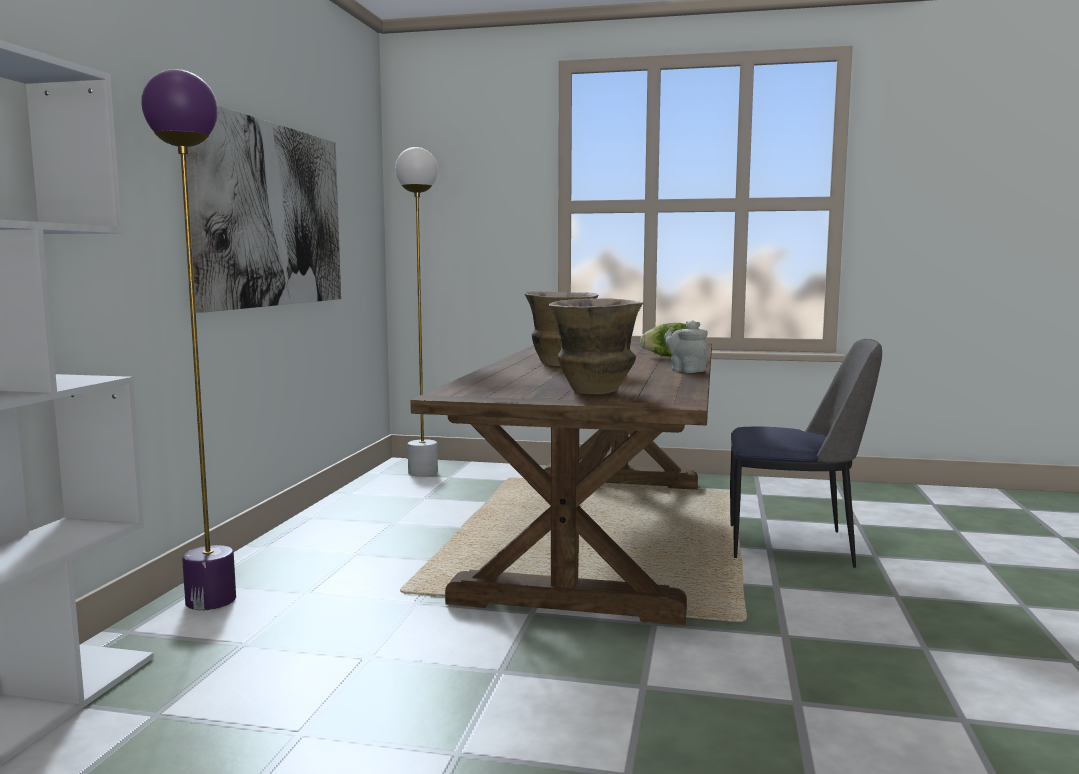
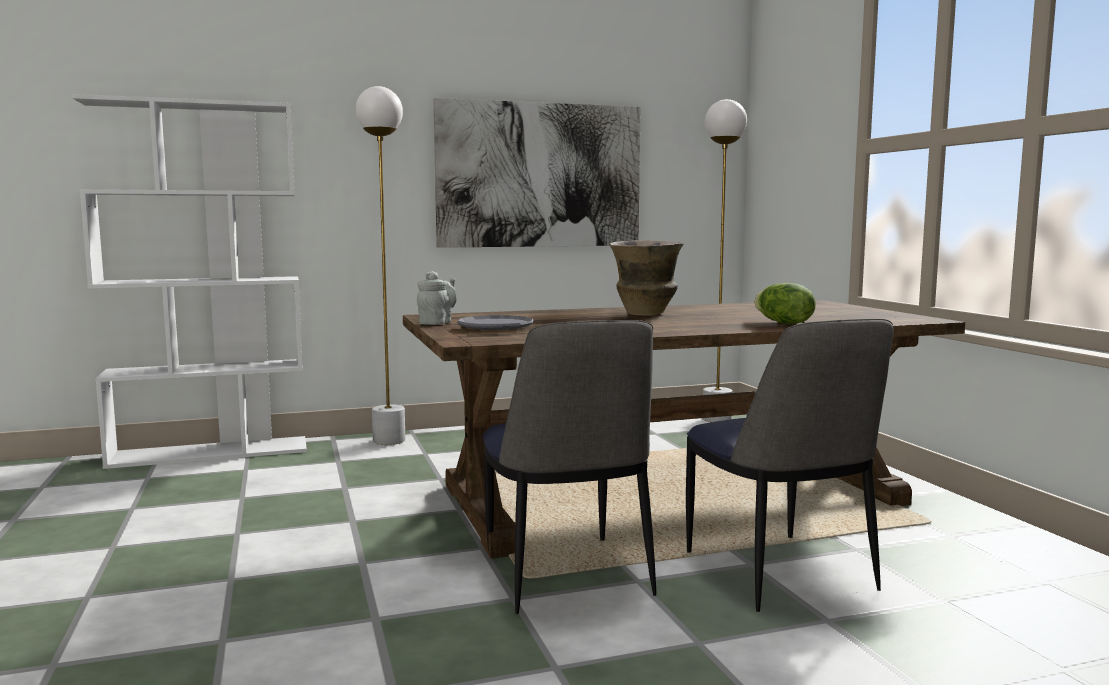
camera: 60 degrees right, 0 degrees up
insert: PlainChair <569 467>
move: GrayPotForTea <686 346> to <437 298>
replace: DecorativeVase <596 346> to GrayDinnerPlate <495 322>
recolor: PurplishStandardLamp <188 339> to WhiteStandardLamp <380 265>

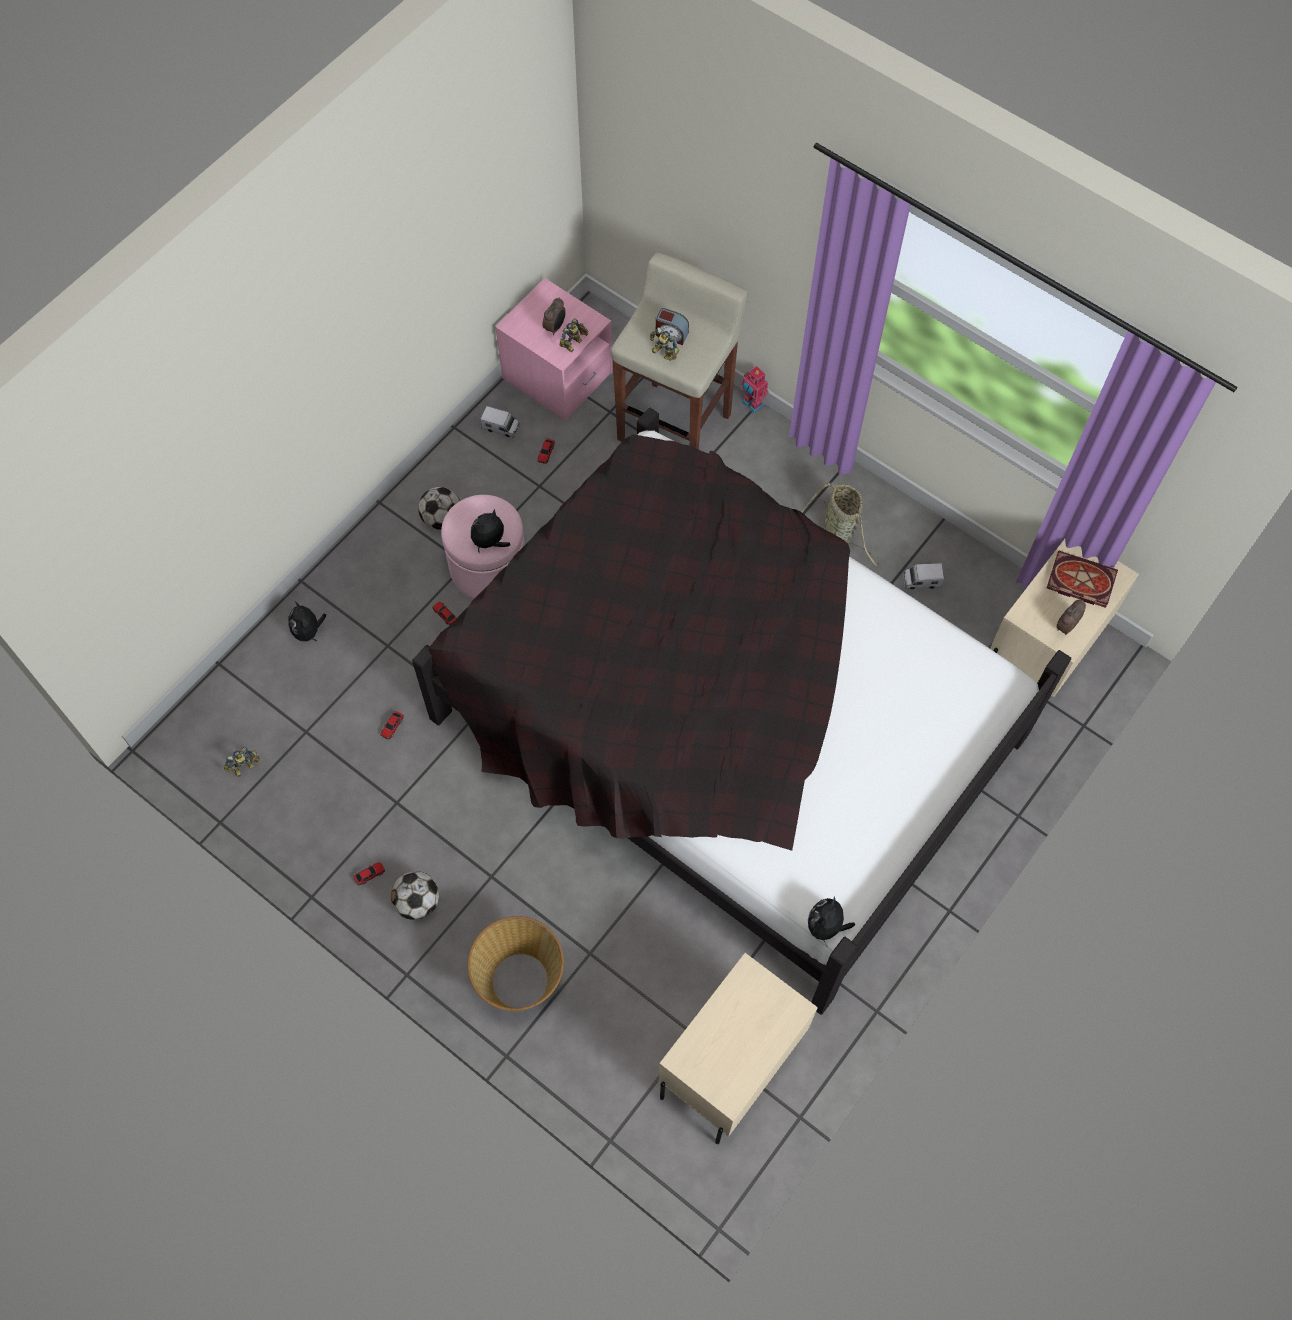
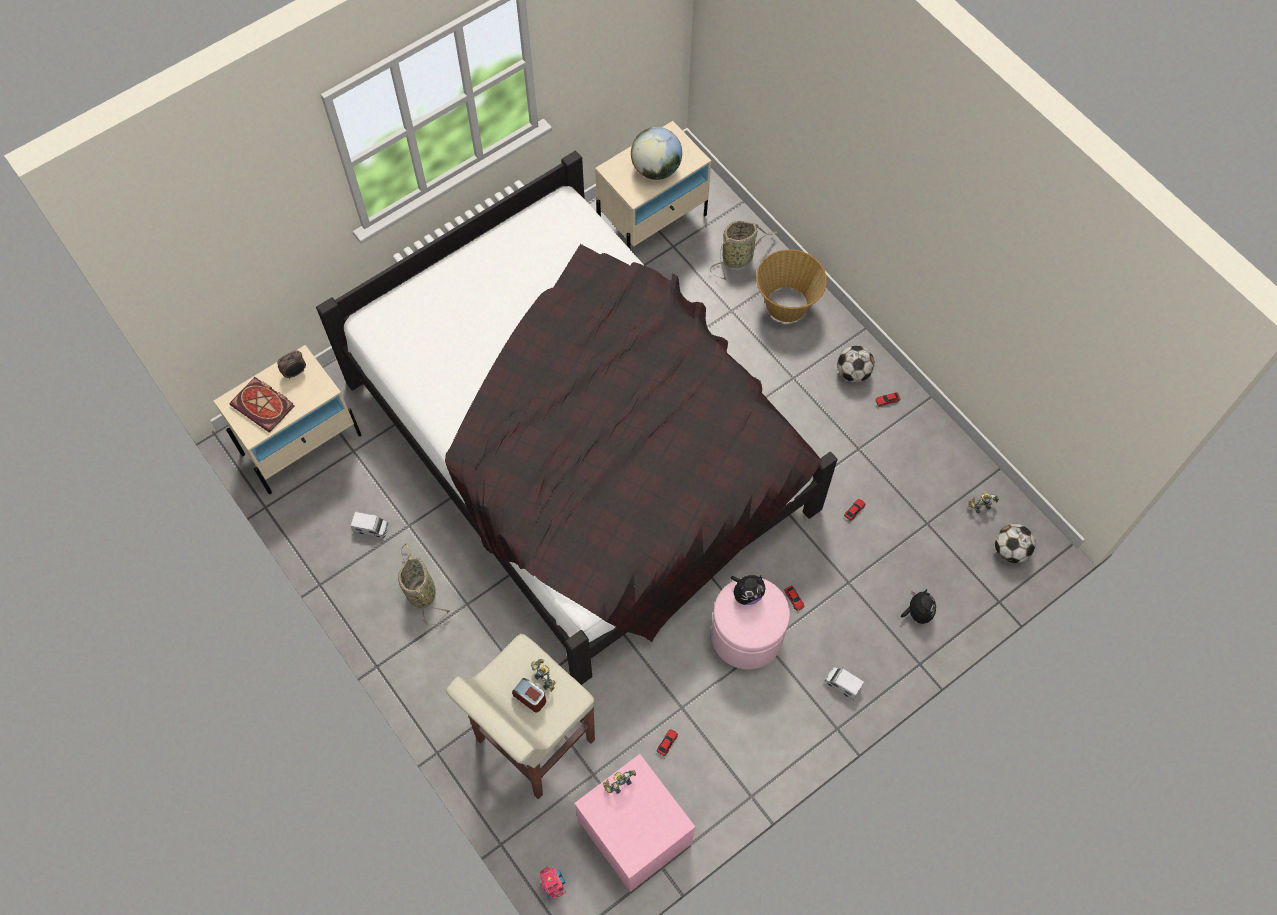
camera: 165 degrees left, 0 degrees up
delete: BedsideClock <554 316>; PlushToy <831 921>
insert: WorldGlobe <656 153>; StorageBasket <743 250>
move: ToyRobot <754 389> to <552 883>; ToyLorry <500 422> to <844 683>; FootballBall <439 508> to <1015 543>

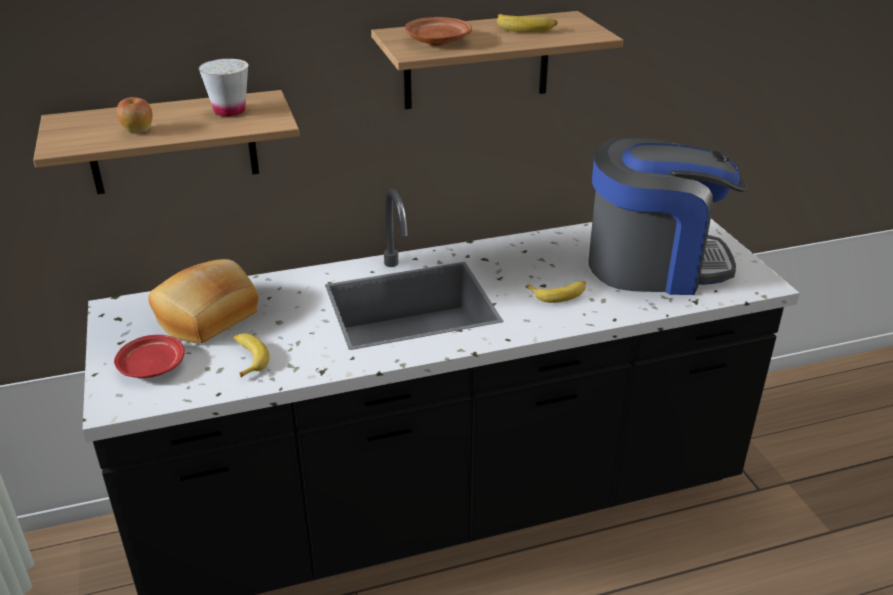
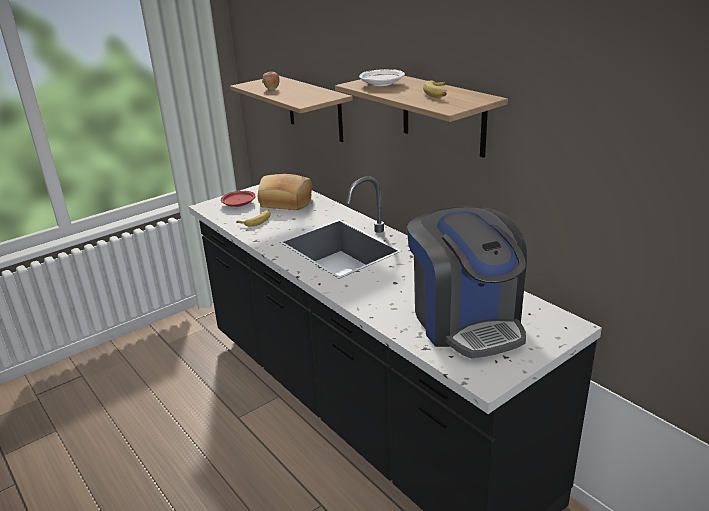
camera: 70 degrees right, 5 degrees down
delete: WhiteSmallCup <223 87>; Banana <555 292>
recolor: BrownColouredDinnerPlate <438 31> to WhiteDinnerPlate <382 77>

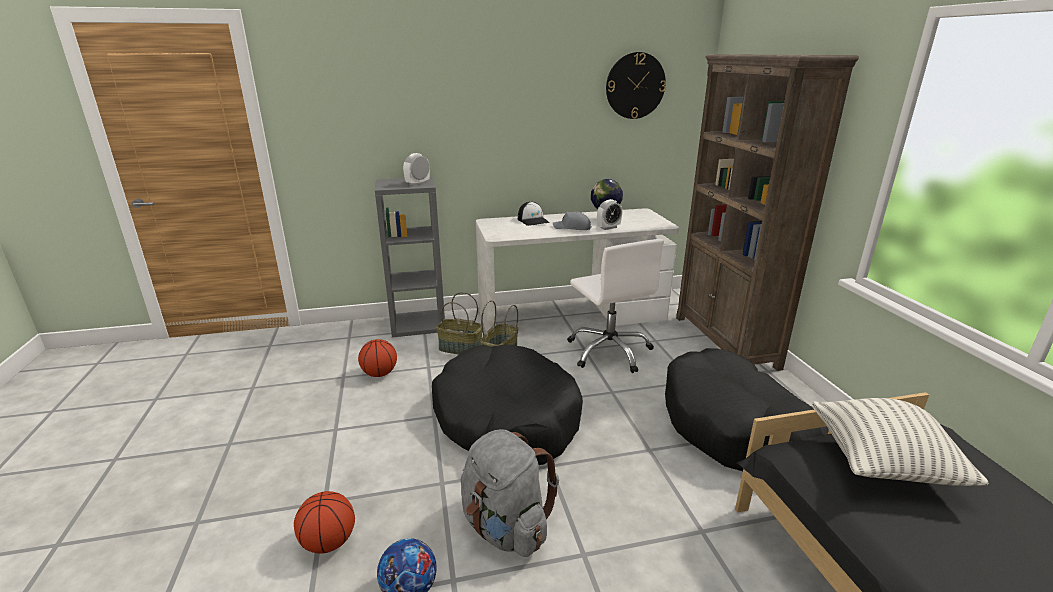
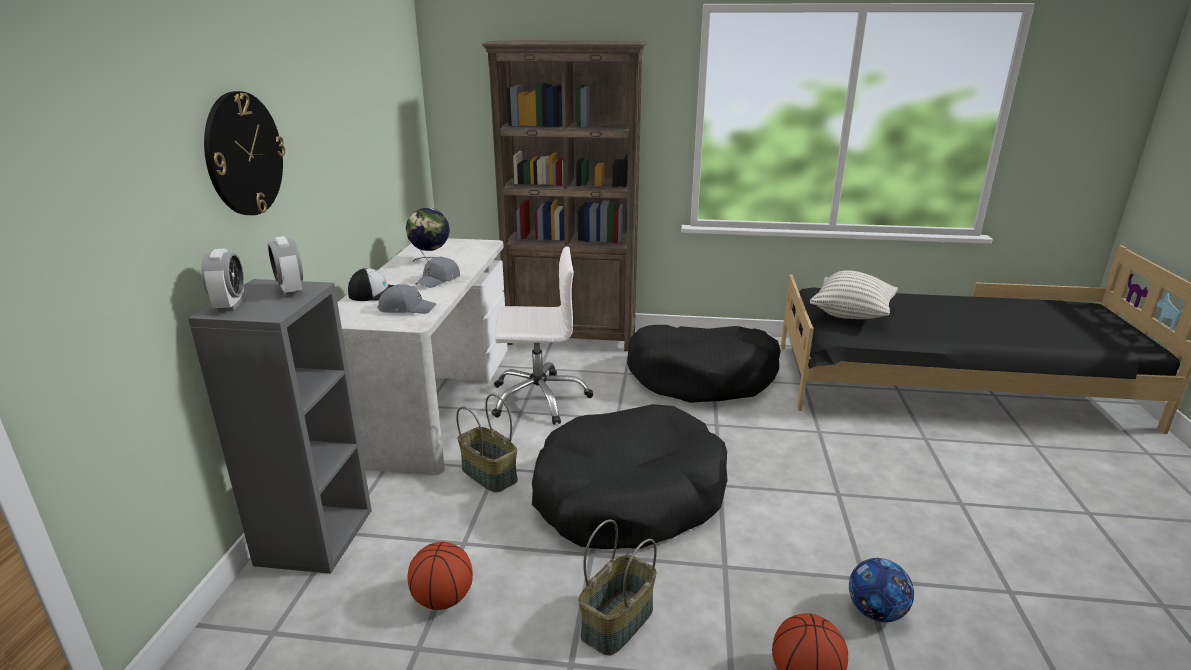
camera: 70 degrees left, 0 degrees up
delete: GrayKnapsack <510 493>
insert: GrayBaseballCap <407 299>
move: BedsideClock <609 214> to <222 280>; WallClock <636 85> to <244 153>; StorageBasket <459 323> to <617 588>

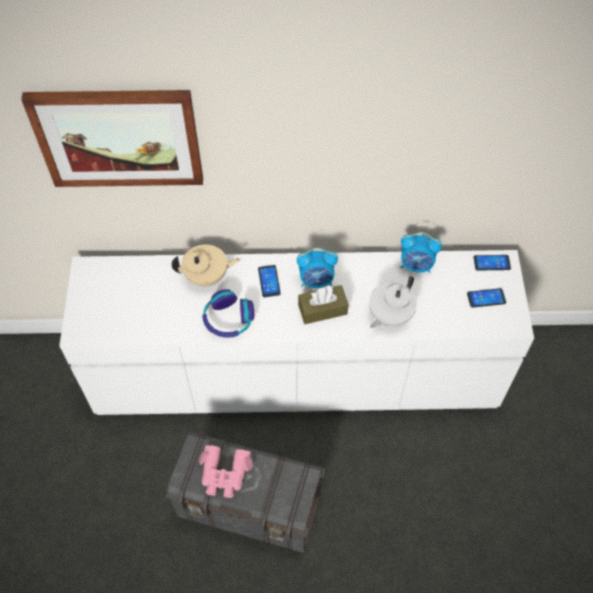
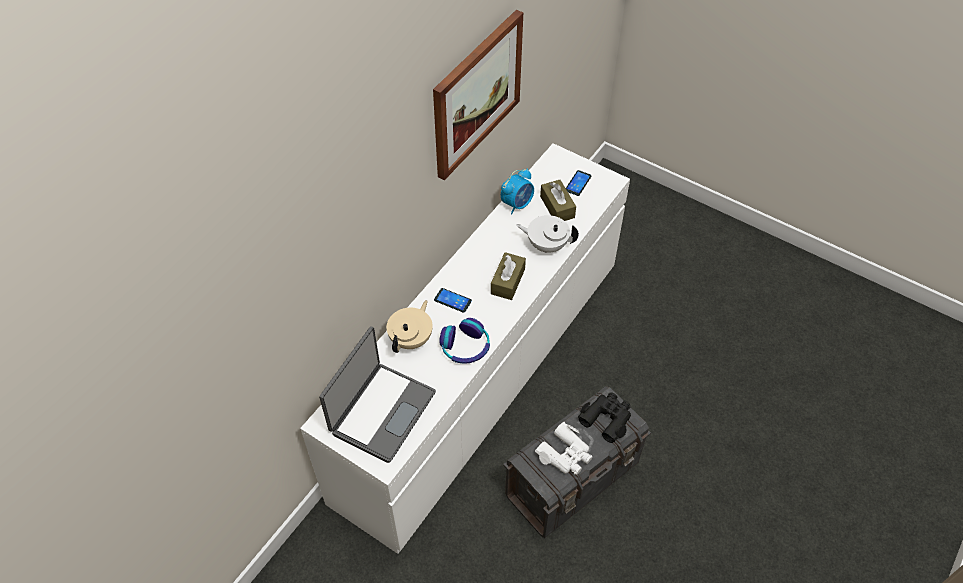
camera: 55 degrees left, 5 degrees down
delete: BedsideClock <317 268>; Handset <492 263>
insert: PortableComputer <377 394>; BrownColouredTissueHolder <558 200>; BlackishPairOfBinoculars <604 417>
move: WallArt <112 138> to <478 95>
recolor: PinkColouredPairOfBinoculars <226 471> to WhitePairOfBinoculars <564 448>
rotate: WhitePotForTea <393 302> = <547 234> 120 degrees clockwise

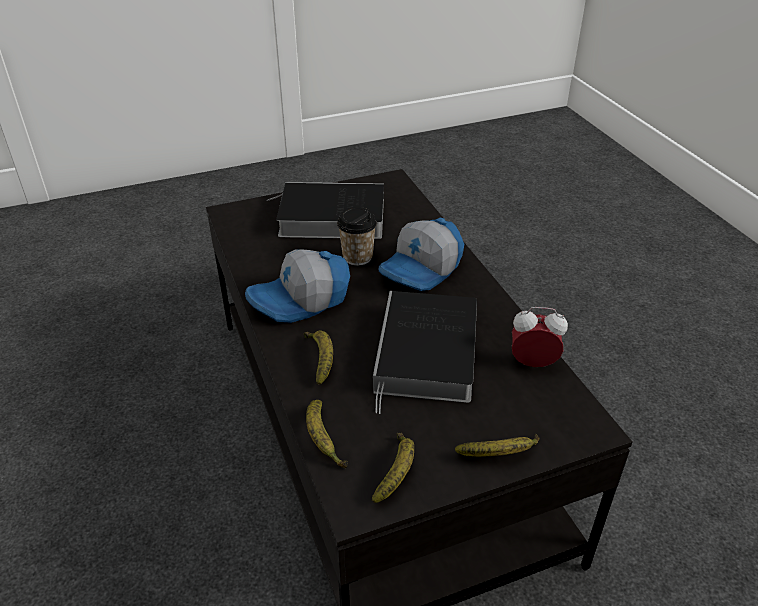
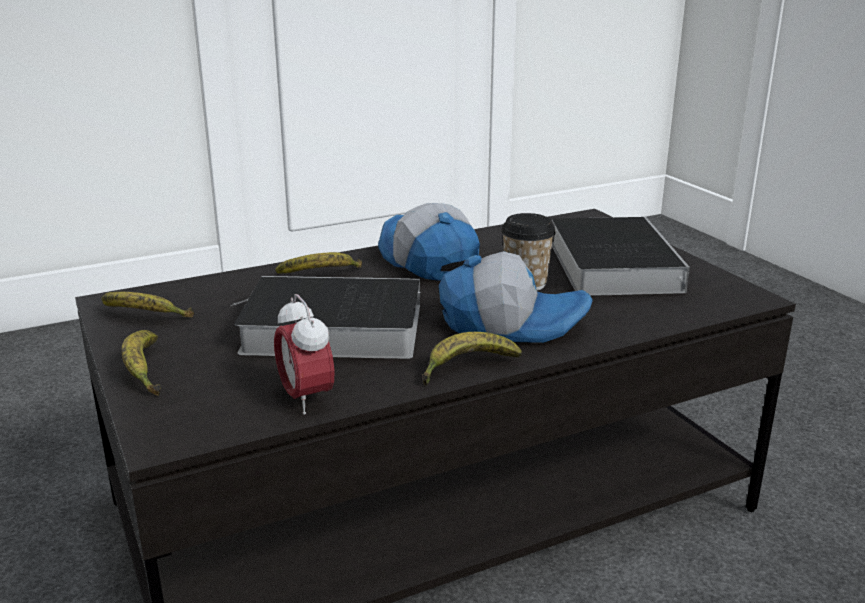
camera: 85 degrees right, 15 degrees down
move: Banana <327 434> to <472 358>
rotate: BedsideClock <540 337> = <304 354> 150 degrees clockwise; BaseballCap <421 254> = <516 297> 150 degrees clockwise

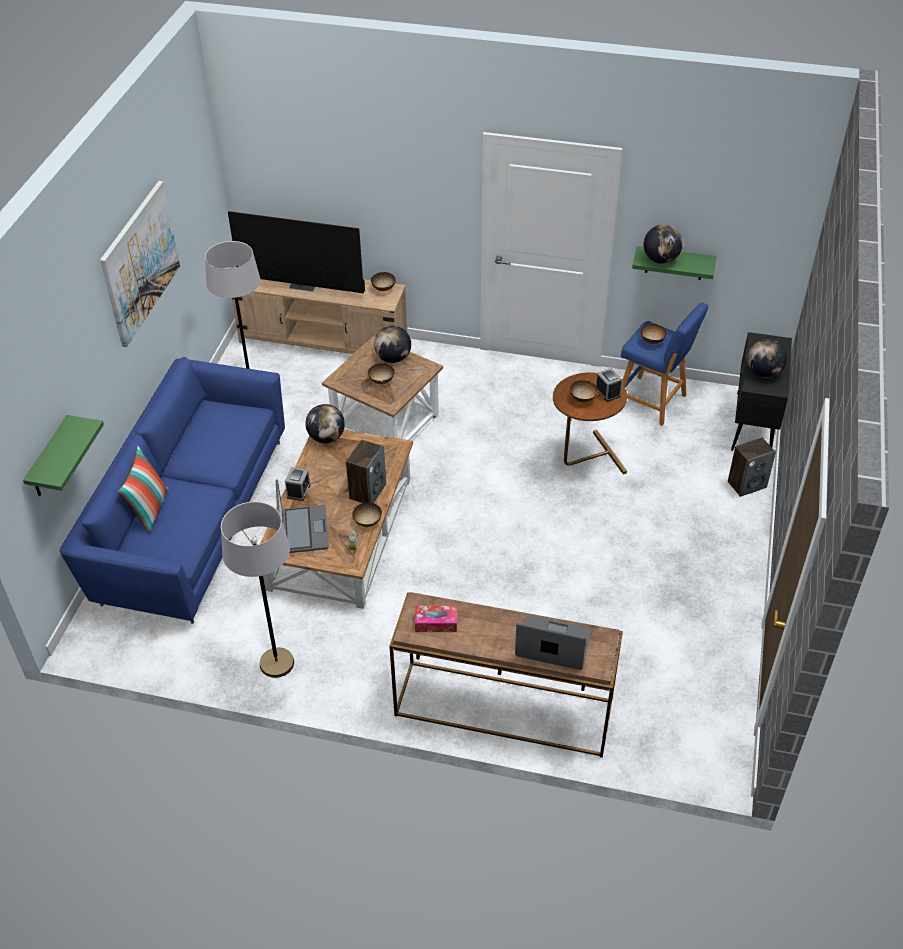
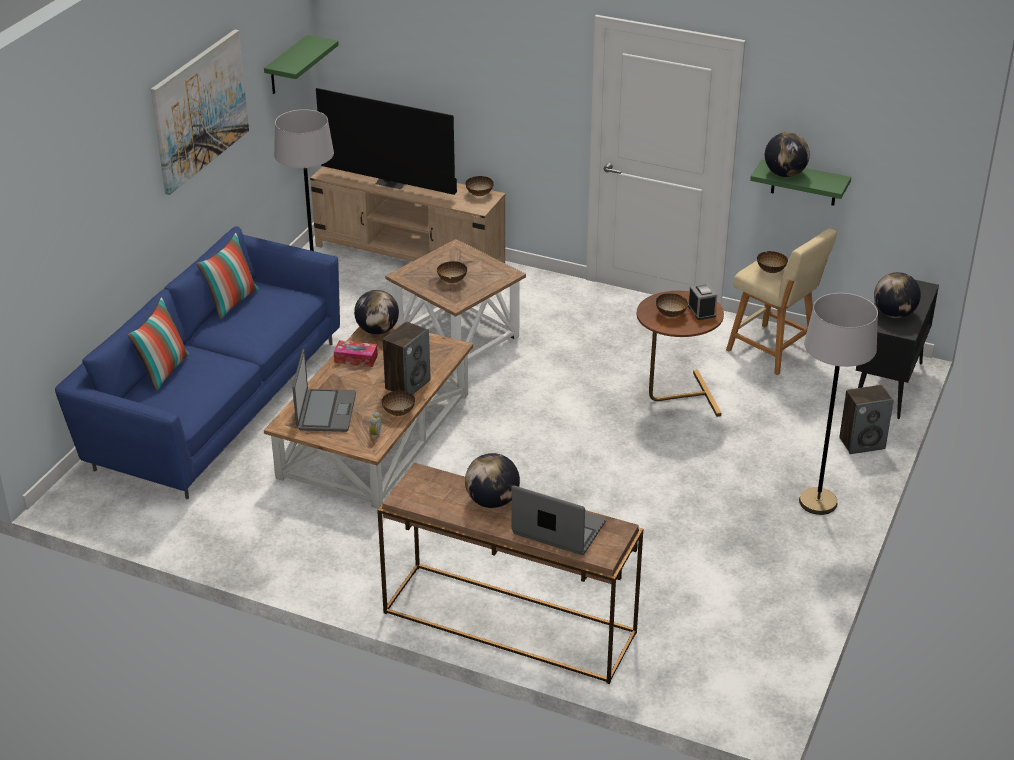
camera: 10 degrees right, 10 degrees down
delete: BedsideClock <298 484>
insert: Pillow <227 276>
move: GreenBracketShelf <63 455> to <301 64>; TissueHolder <436 619> to <356 353>; WorldGlobe <392 344> to <492 480>; GrayStandardLamp <257 590> to <838 404>
recolor: BlueStoolSeat <664 364> to SandColouredStoolSeat <781 302>

